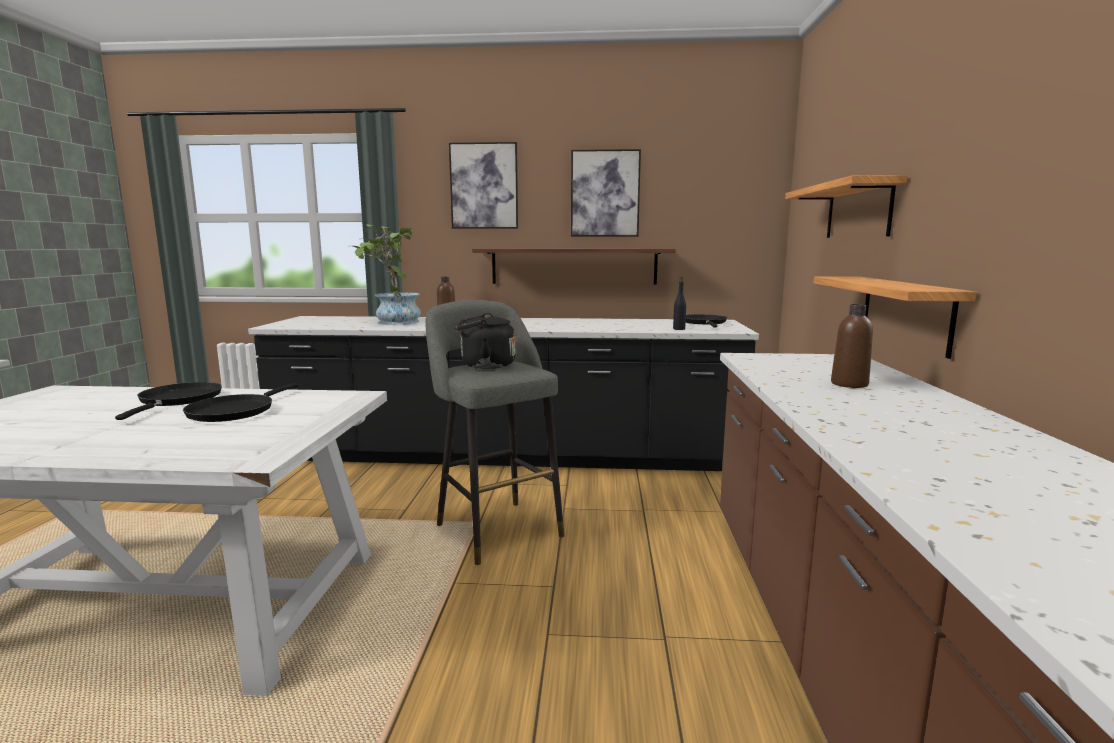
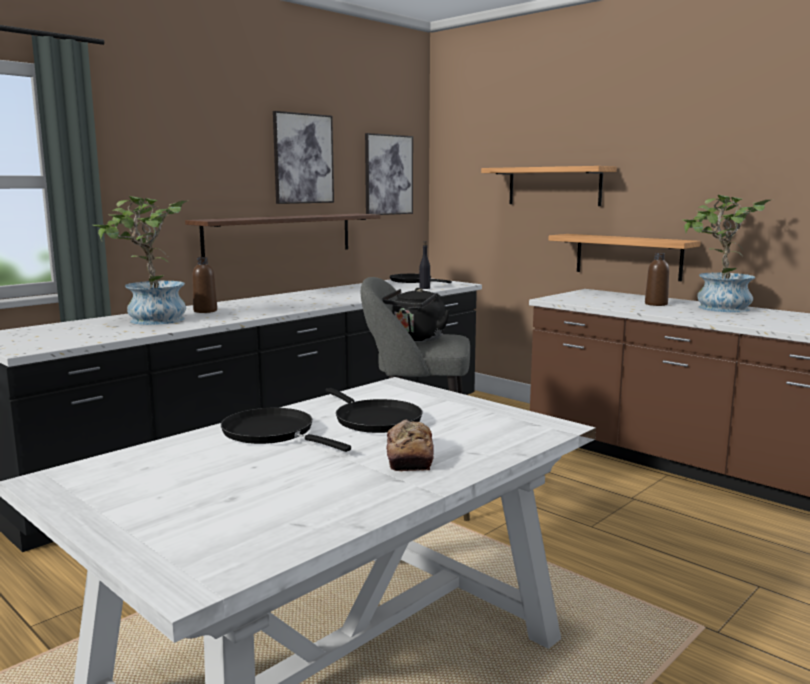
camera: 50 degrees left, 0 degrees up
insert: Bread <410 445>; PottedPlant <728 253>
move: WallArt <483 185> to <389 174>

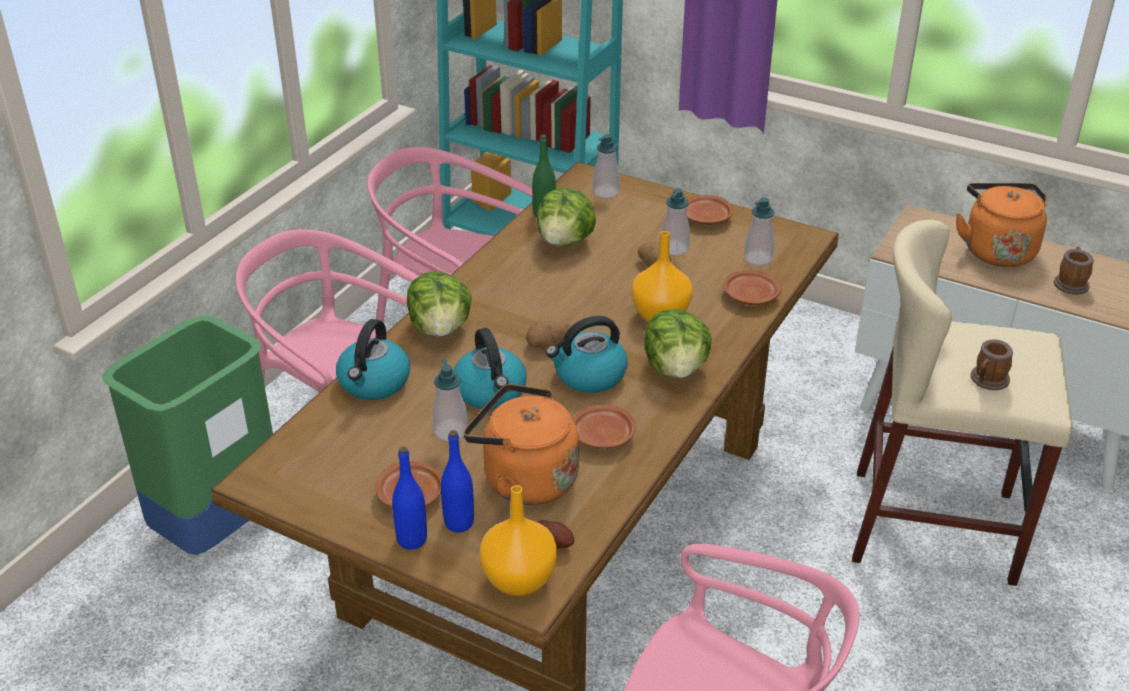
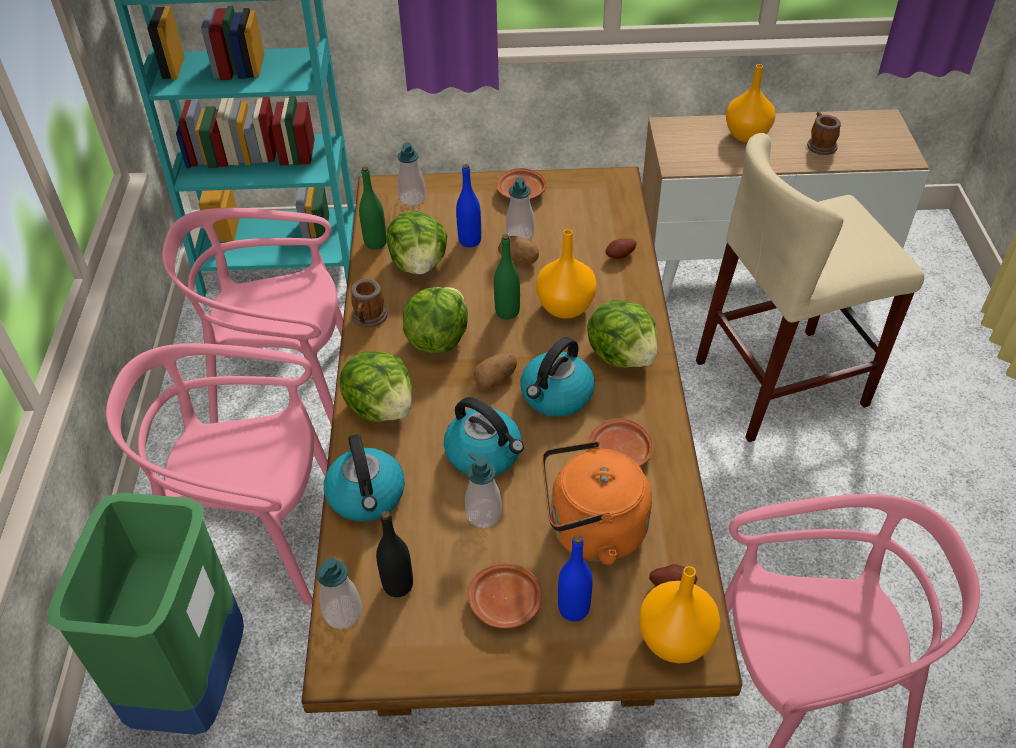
camera: 30 degrees left, 10 degrees up
insert: BlackishBeverageBottle <394 554>; HeadOfLettuce <435 320>; GreenBeverageBottle <507 277>
move: SoapDispenser <759 231> to <339 593>; CoffeeMug <992 364> to <369 303>; BlueBeverageBottle <409 498> to <468 205>
replace: BrownColouredDinnerPlate <752 287> to WholePotato <620 248>; OrangeColouredWaterKettle <1001 225> to OrangeColouredDecorativeVase <750 103>

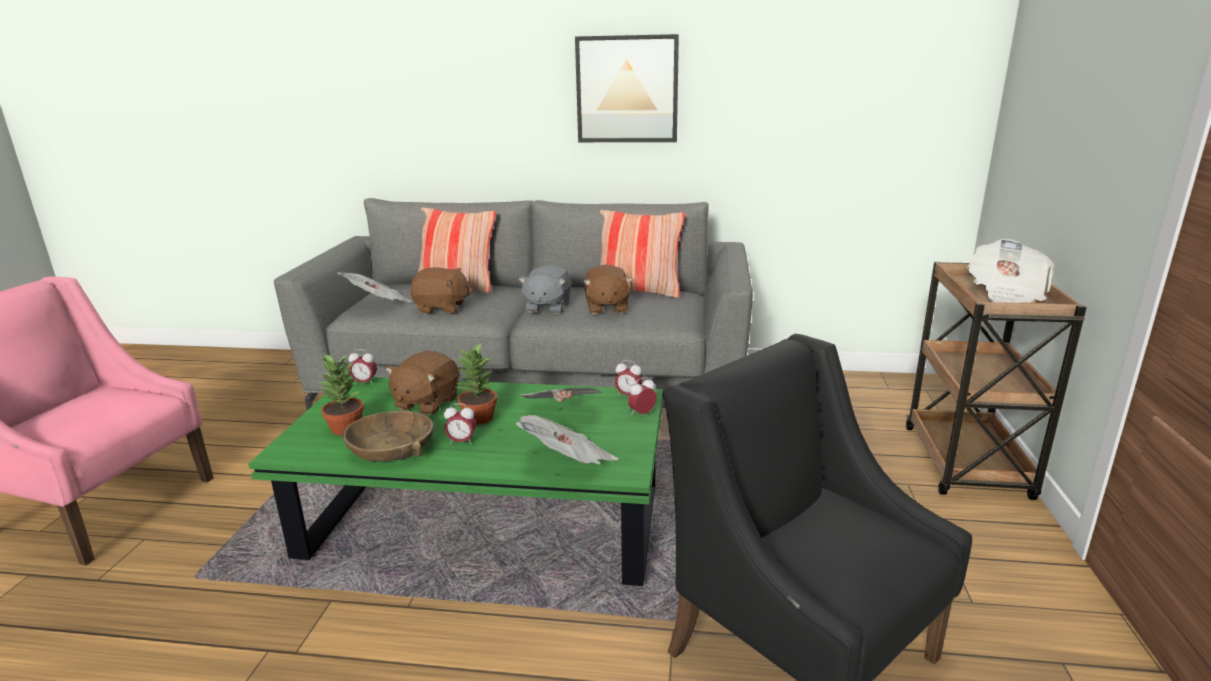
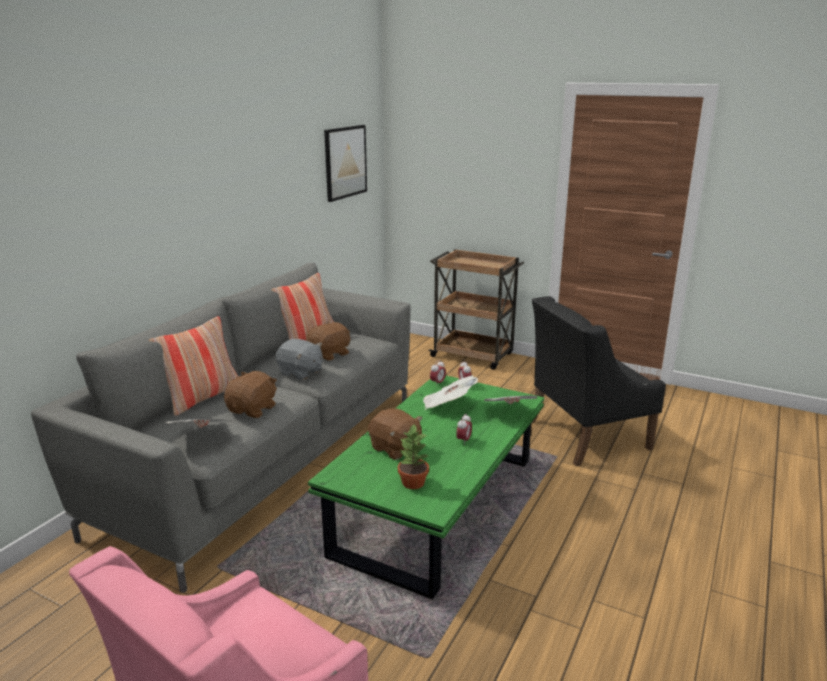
camera: 70 degrees left, 0 degrees up
delete: BrownColouredServingBowl <388 436>; BedsideClock <362 367>; PottedPlant <476 384>; Newspaper <1010 271>
move: WallArt <627 88> to <345 163>
rotate: BrownColouredPlushToy <608 289> = <328 341> 60 degrees counterclockwise

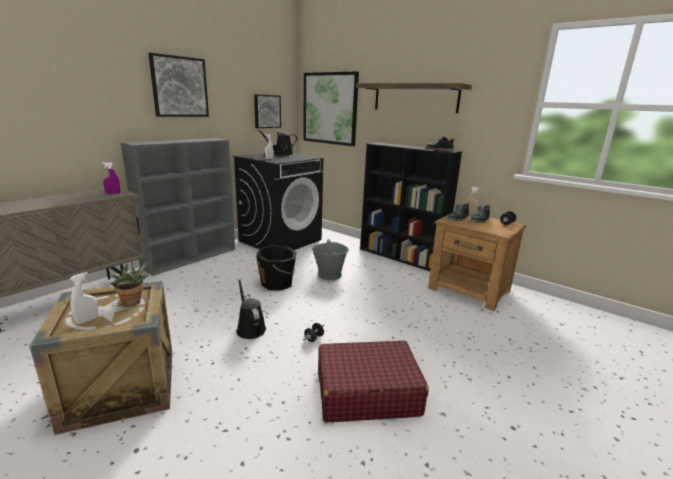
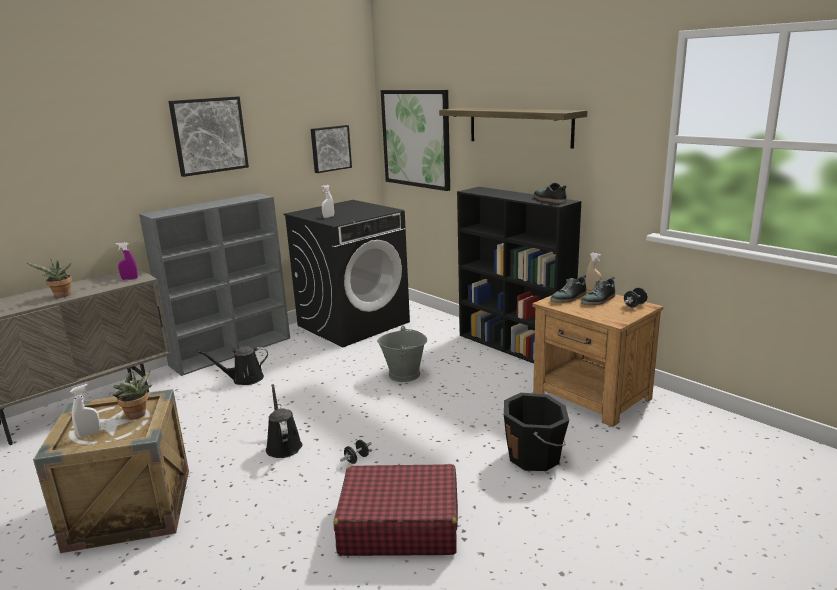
camera: 10 degrees right, 0 degrees up
insert: PottedPlant <49 278>
move: BlackishSprinklingCan <278 142> to <233 365>; BlackishPail <276 267> to <536 432>

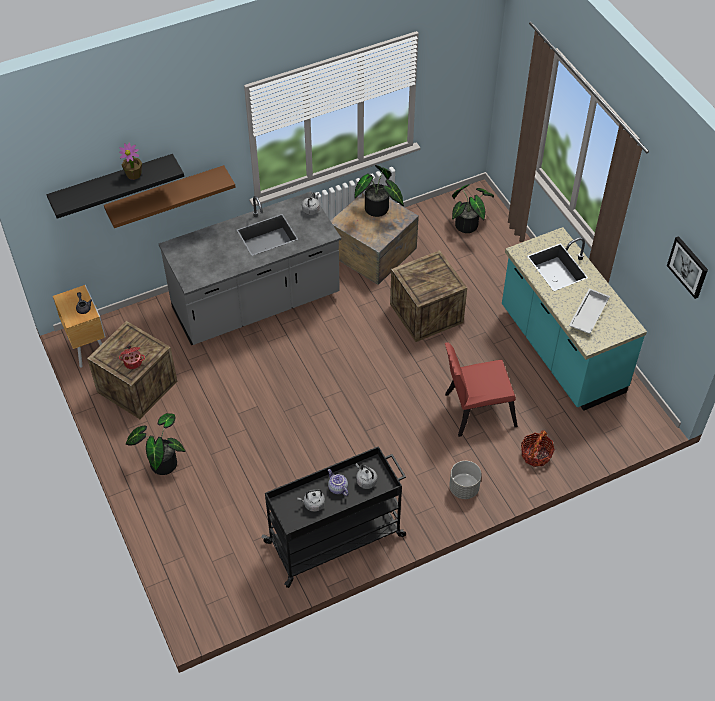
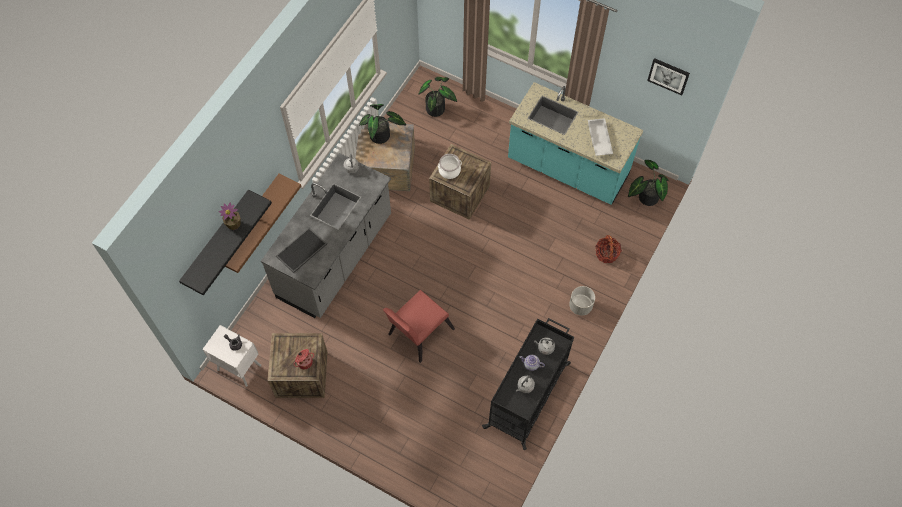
camera: 35 degrees left, 10 degrees up
insert: CarryingTray <301 250>; CookingPot <450 166>
move: RedColouredPlainChair <481 389> to <419 326>; PottedPlant <156 444> to <648 183>
recolor: BrownColouredBedsideTable <79 326> to WhiteBedsideTable <231 356>

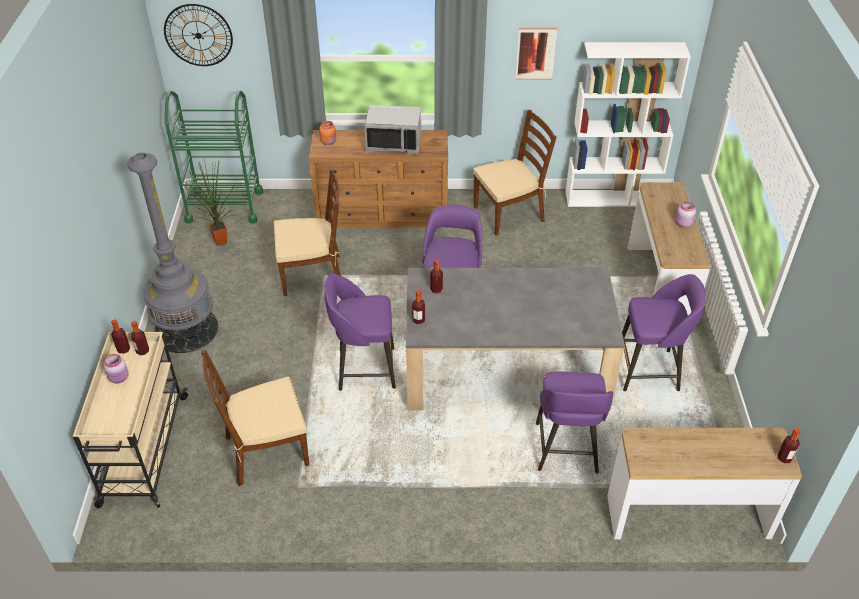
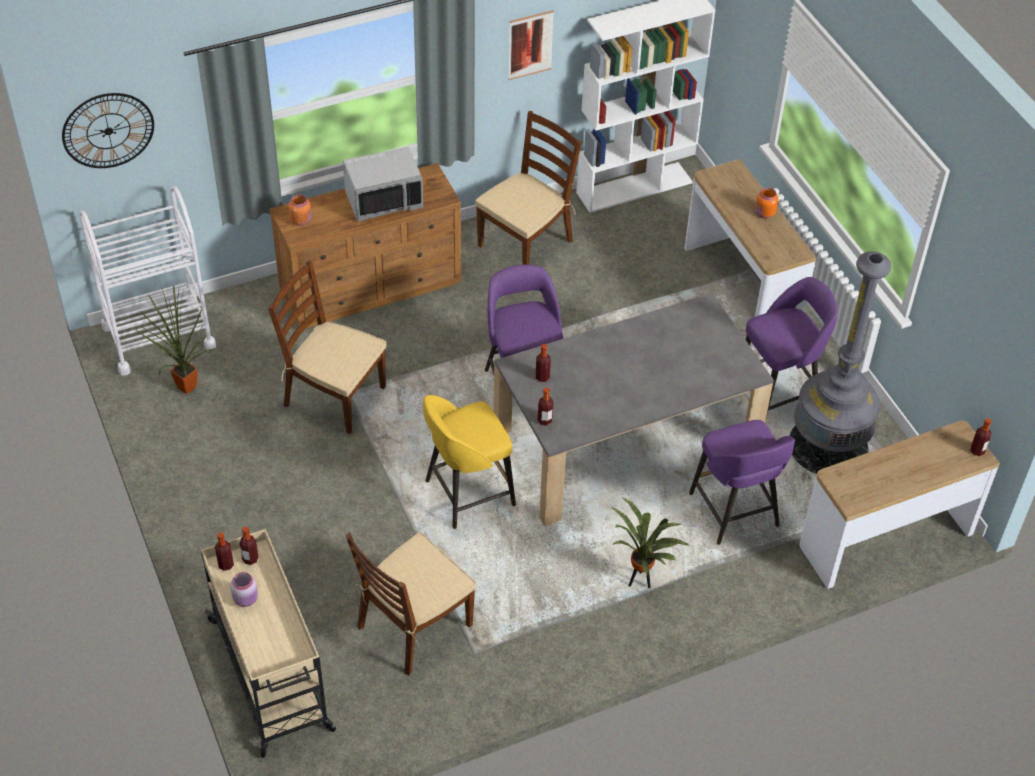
camera: 25 degrees left, 5 degrees up
insert: PottedPlant <650 543>
move: GrayStandardLamp <172 252> to <840 362>
recolor: GreenWheeledCart <214 157> to WhiteWheeledCart <147 281>; PurplishStoolSeat <360 332> to YellowStoolSeat <469 462>; PinkColouredJar <686 214> to OrangeColouredJar <766 203>
rotate: BrownColouredPlainChair <307 232> = <327 347> 120 degrees counterclockwise

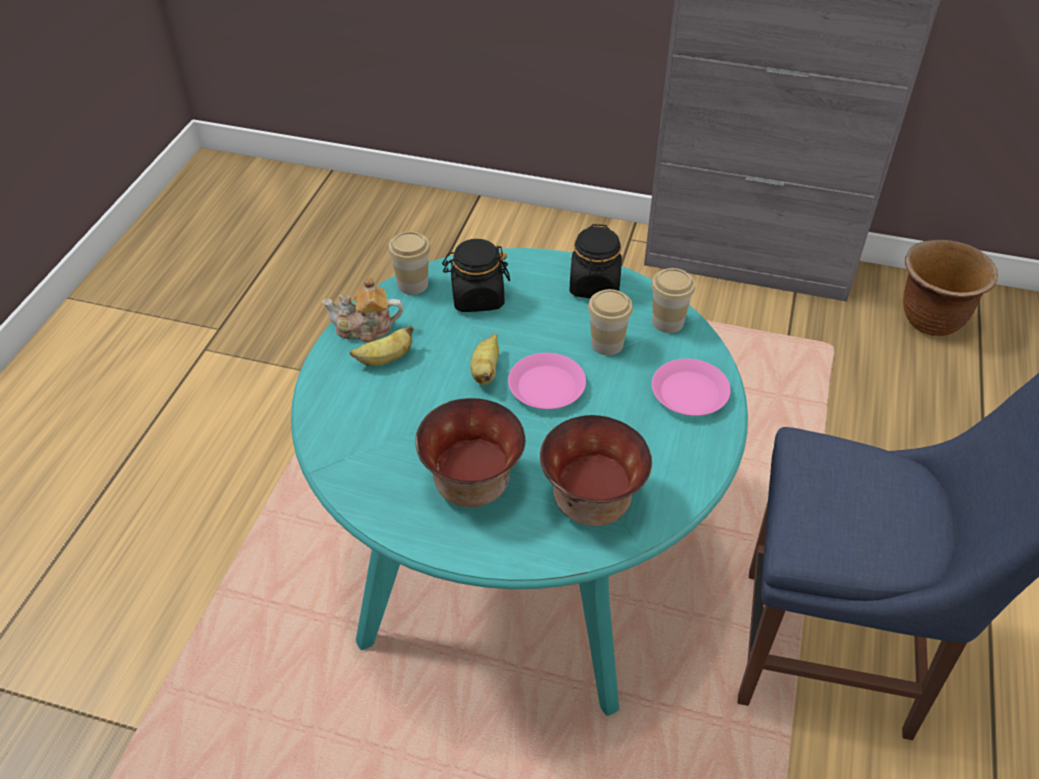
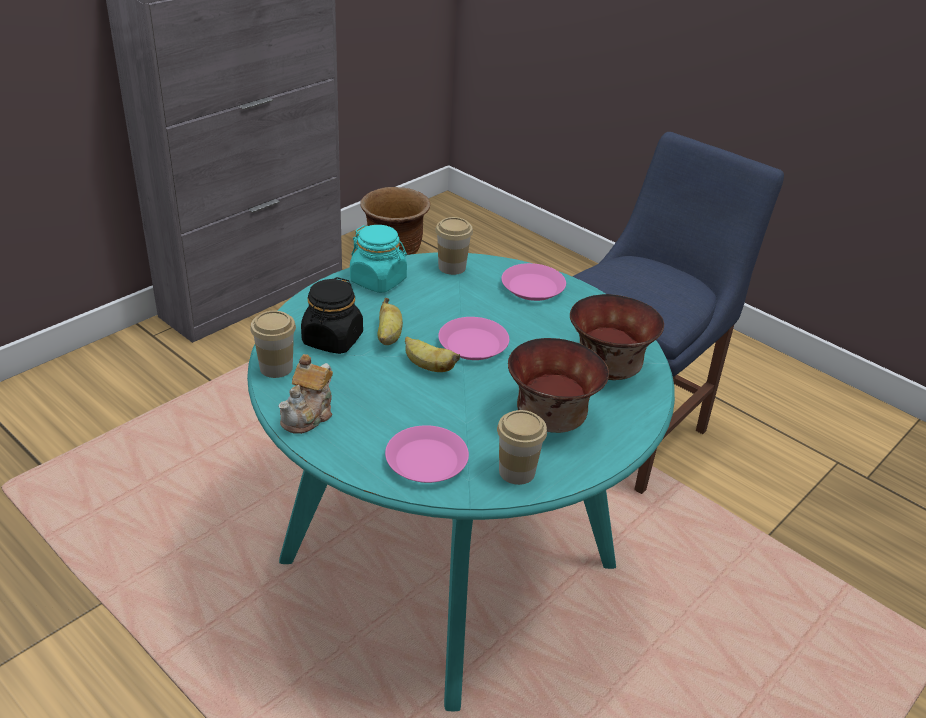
camera: 65 degrees left, 10 degrees down
insert: PinkColouredDinnerPlate <427 454>
move: Banana <381 345> to <390 321>; SmallCup <610 322> to <522 447>
recolor: BlackishJar <595 261> to TurquoiseJar <378 259>

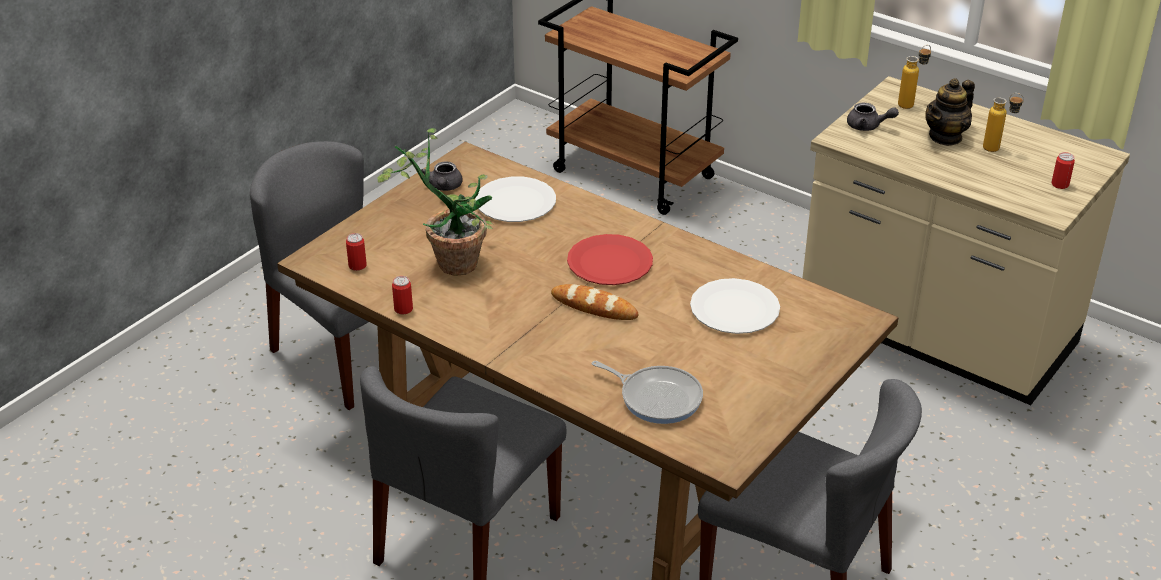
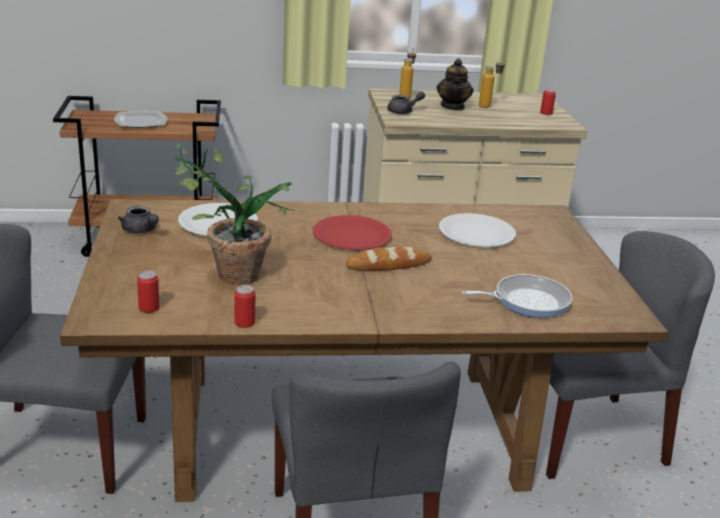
camera: 45 degrees left, 10 degrees down
insert: DinnerPlate <140 119>

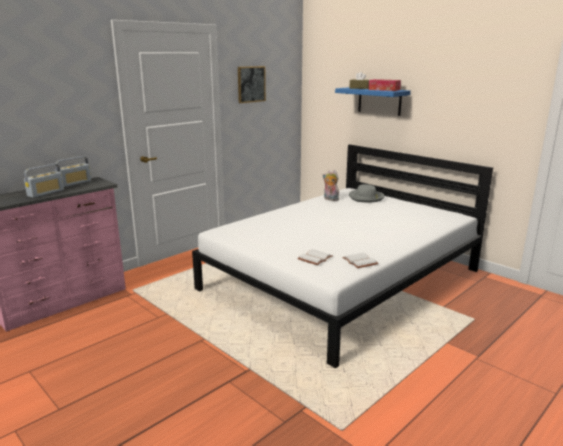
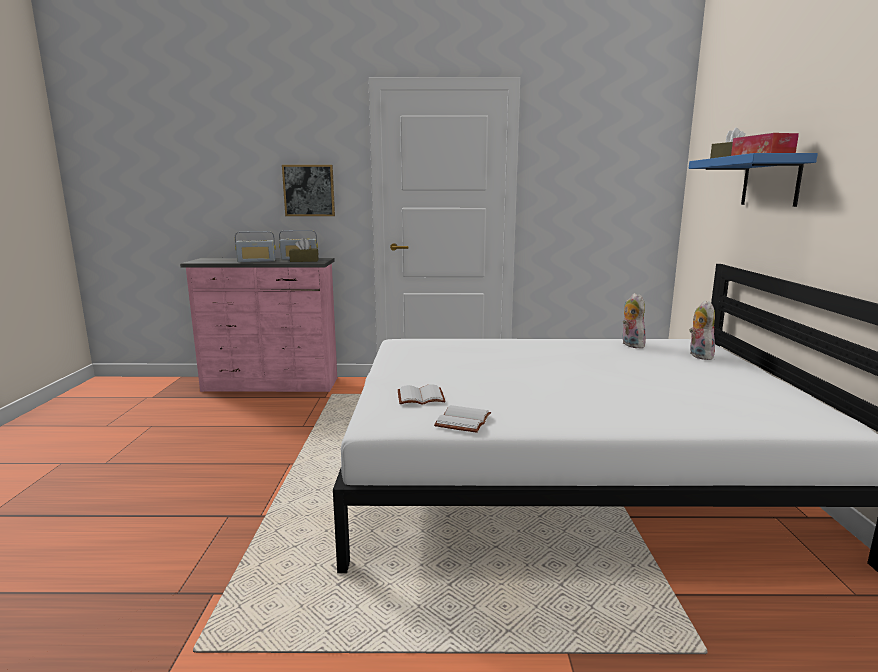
camera: 45 degrees right, 5 degrees down
insert: BrownColouredTissueHolder <304 250>
move: WallArt <252 84> to <308 190>
replace: GrayWearableHat <367 193> to PlushToy <702 330>

